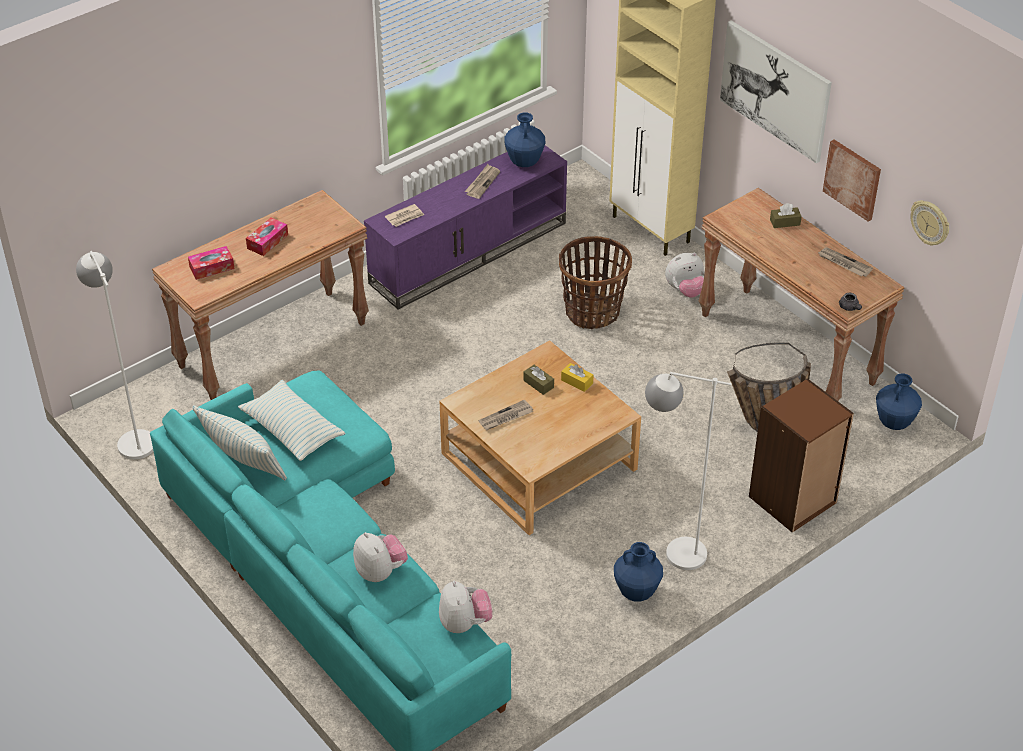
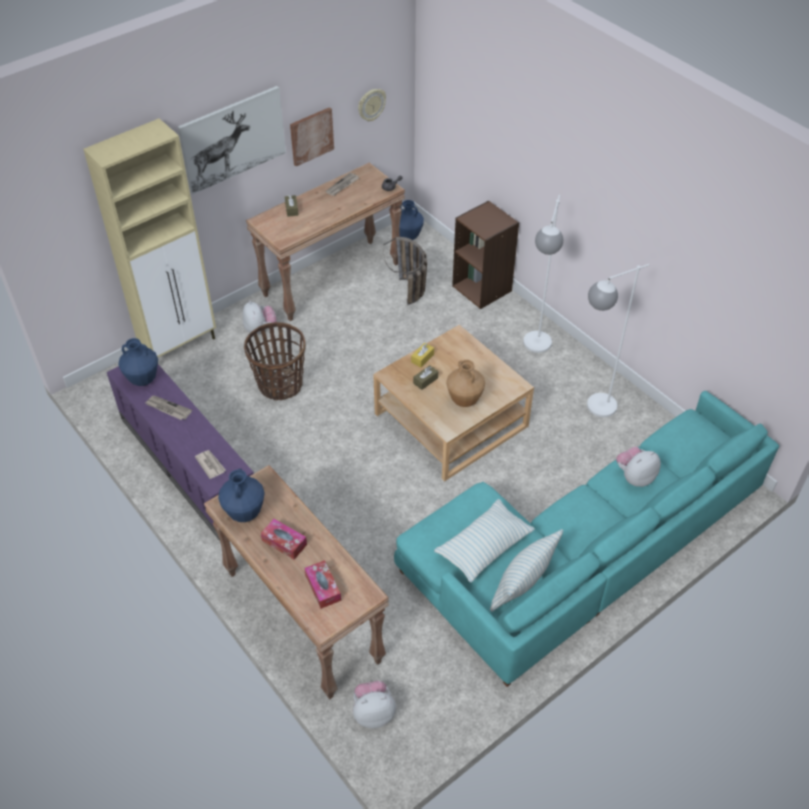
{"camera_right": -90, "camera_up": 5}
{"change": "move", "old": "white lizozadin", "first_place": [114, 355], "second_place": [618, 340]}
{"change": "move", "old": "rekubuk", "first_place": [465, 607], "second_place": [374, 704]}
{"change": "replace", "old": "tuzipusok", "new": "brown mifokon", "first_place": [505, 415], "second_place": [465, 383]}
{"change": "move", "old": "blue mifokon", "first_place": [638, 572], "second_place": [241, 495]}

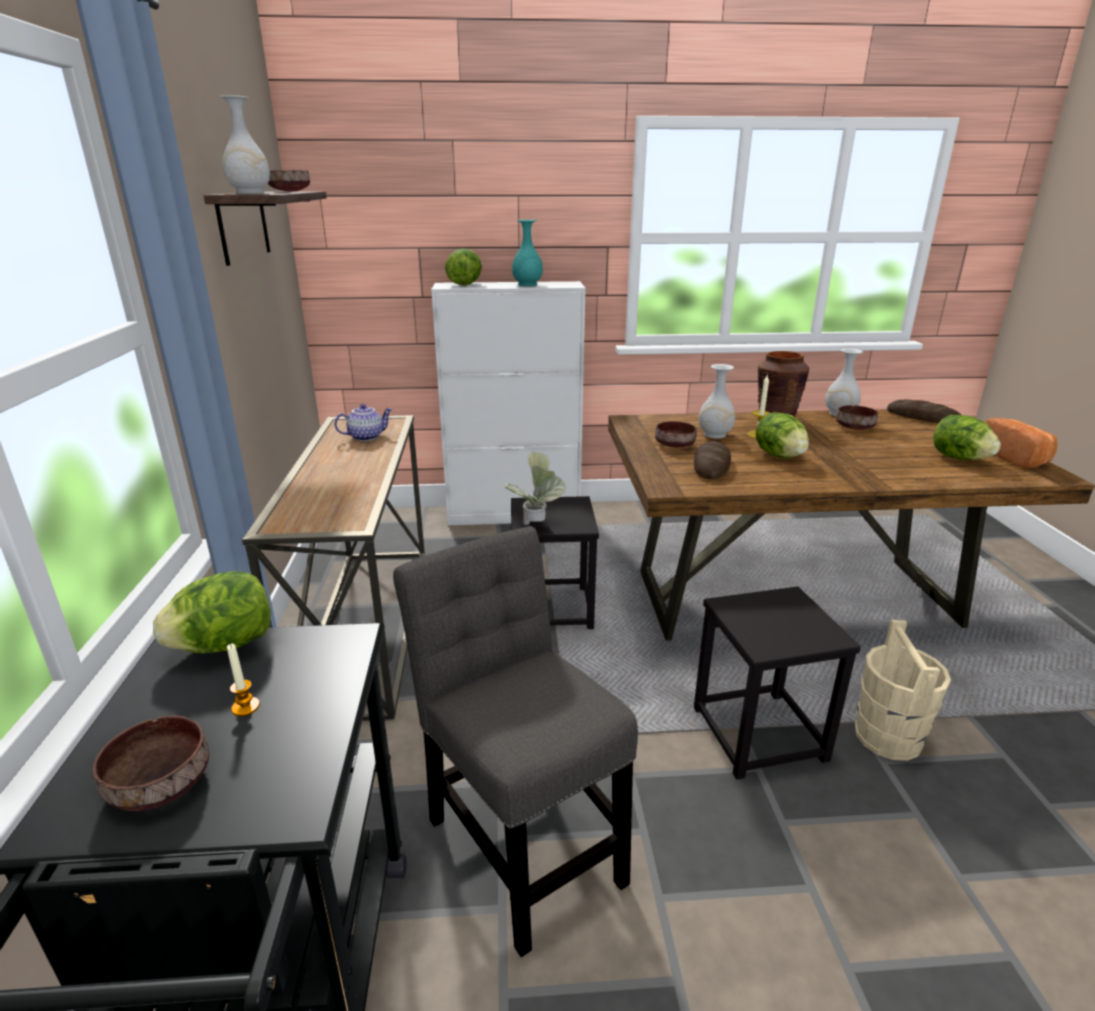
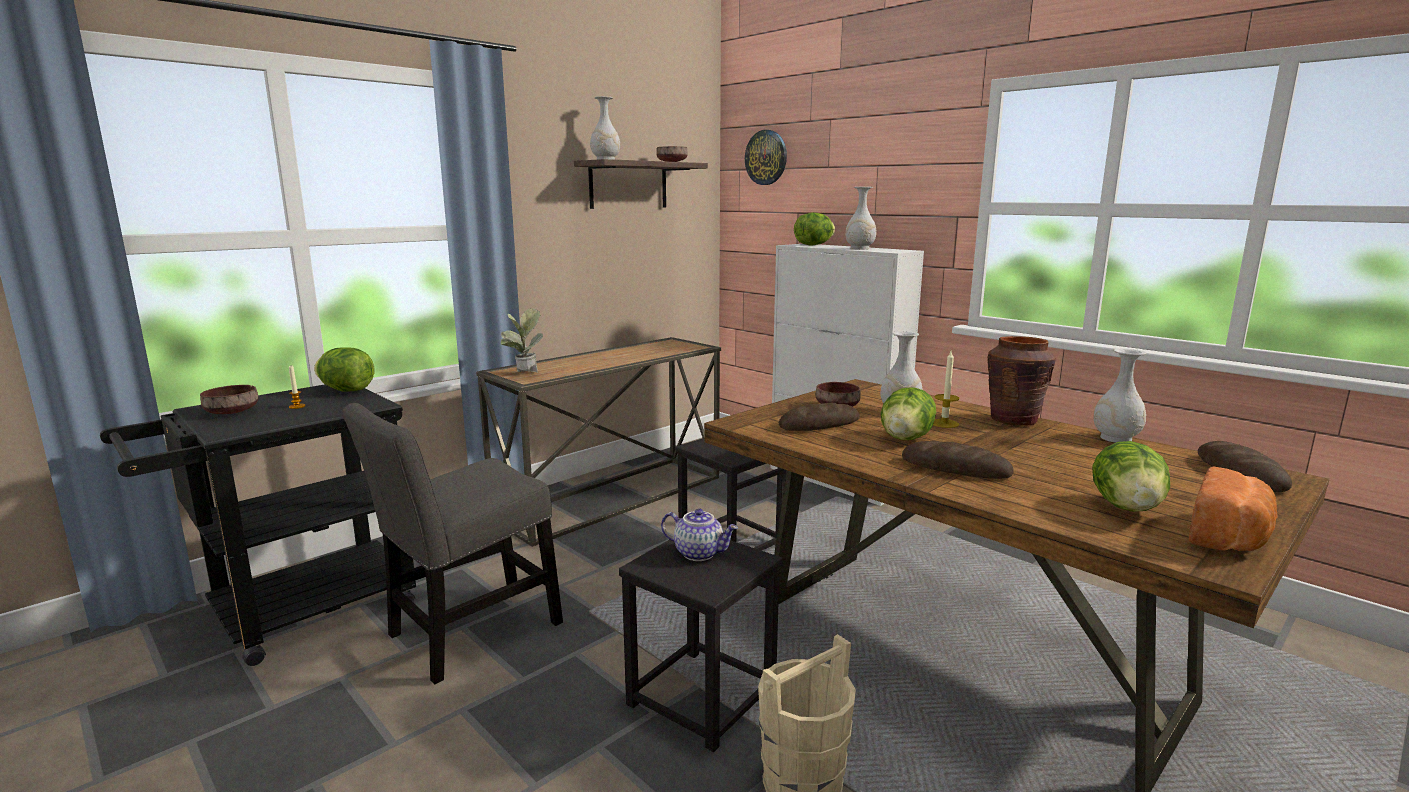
{"camera_right": 50, "camera_up": -10}
{"change": "move", "old": "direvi", "first_place": [363, 422], "second_place": [699, 534]}
{"change": "rotate", "old": "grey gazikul", "first_place": [515, 741], "second_place": [453, 543], "degrees": -150}
{"change": "move", "old": "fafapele", "first_place": [535, 488], "second_place": [522, 340]}
{"change": "recolor", "old": "turquoise mifokon", "new": "white mifokon", "first_place": [527, 253], "second_place": [860, 218]}
{"change": "delete", "old": "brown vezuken", "first_place": [857, 417]}
{"change": "insert", "new": "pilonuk", "second_place": [766, 157]}
{"change": "insert", "new": "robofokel", "second_place": [958, 460]}

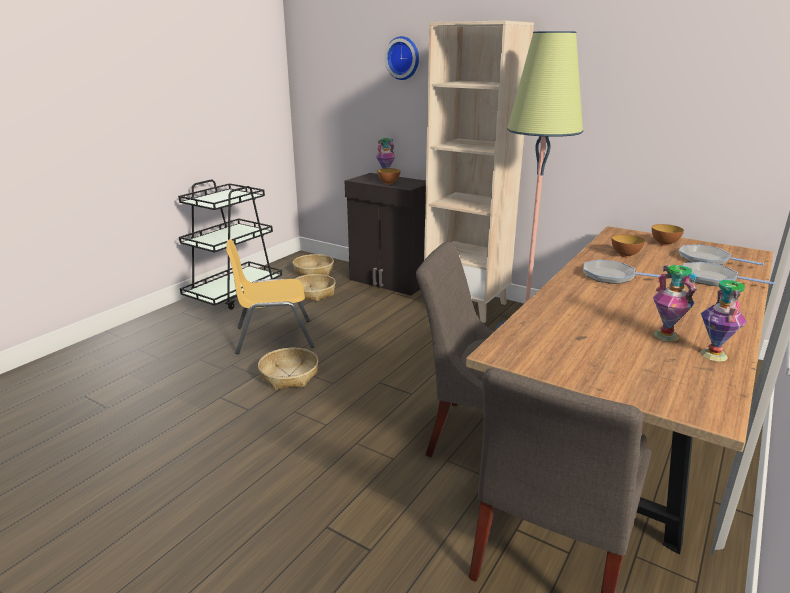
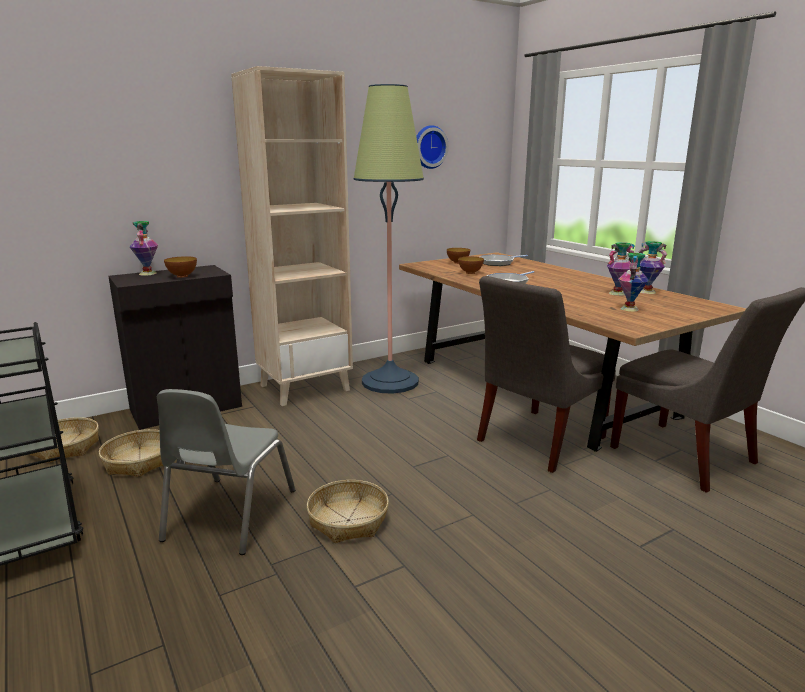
{"camera_right": -65, "camera_up": -5}
{"change": "recolor", "old": "yellow gazikul", "new": "grey gazikul", "first_place": [270, 296], "second_place": [226, 472]}
{"change": "move", "old": "pilonuk", "first_place": [401, 58], "second_place": [432, 147]}
{"change": "delete", "old": "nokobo", "first_place": [729, 274]}
{"change": "insert", "new": "mifokon", "second_place": [633, 282]}

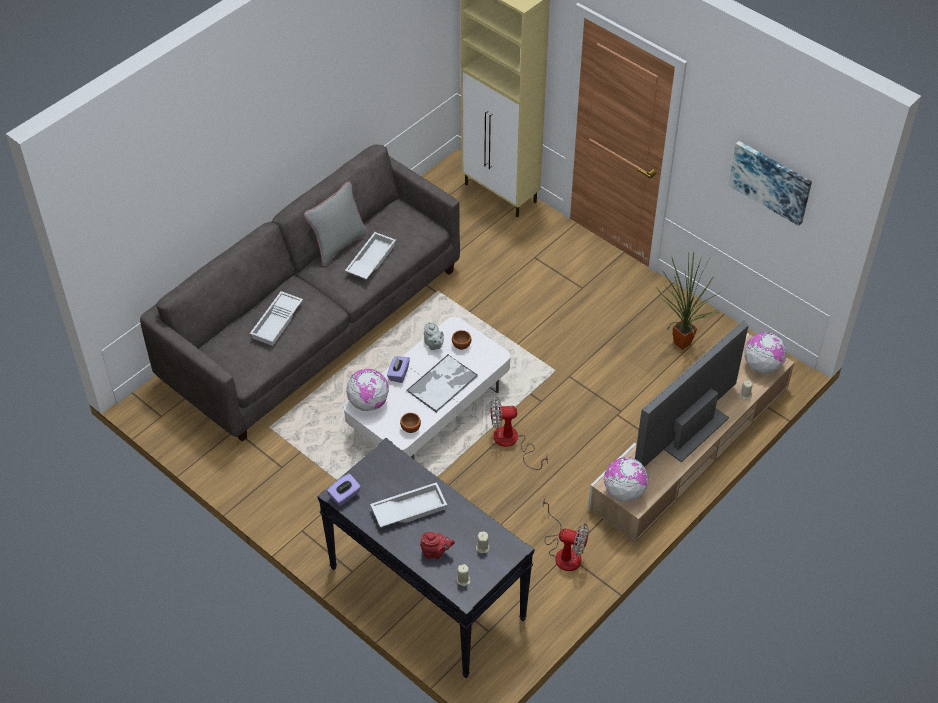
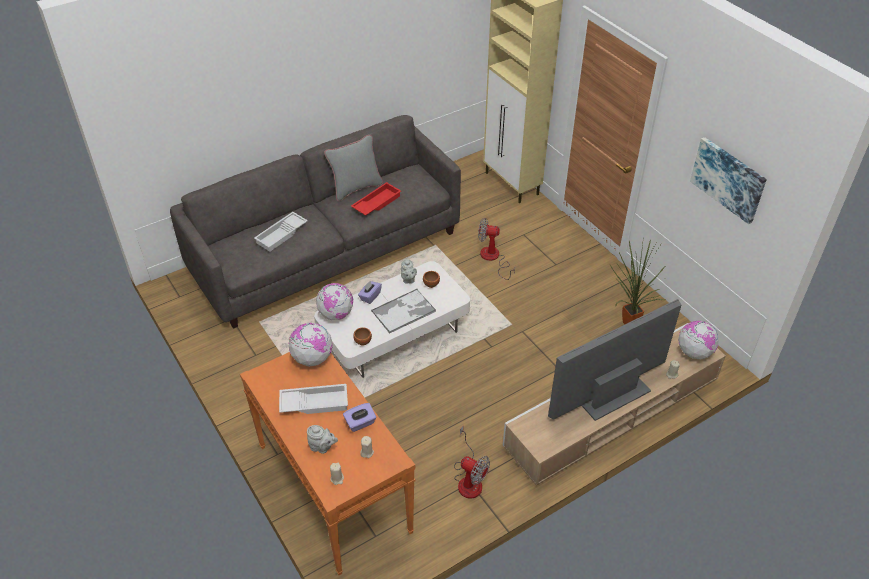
{"camera_right": 15, "camera_up": -5}
{"change": "recolor", "old": "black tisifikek", "new": "orange tisifikek", "first_place": [426, 558], "second_place": [327, 463]}
{"change": "move", "old": "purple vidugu", "first_place": [344, 490], "second_place": [359, 417]}
{"change": "recolor", "old": "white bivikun", "new": "red bivikun", "first_place": [370, 255], "second_place": [376, 199]}
{"change": "recolor", "old": "red direvi", "new": "grey direvi", "first_place": [437, 545], "second_place": [322, 439]}
{"change": "move", "old": "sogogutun", "first_place": [519, 434], "second_place": [496, 249]}
{"change": "move", "old": "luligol", "first_place": [626, 479], "second_place": [310, 345]}

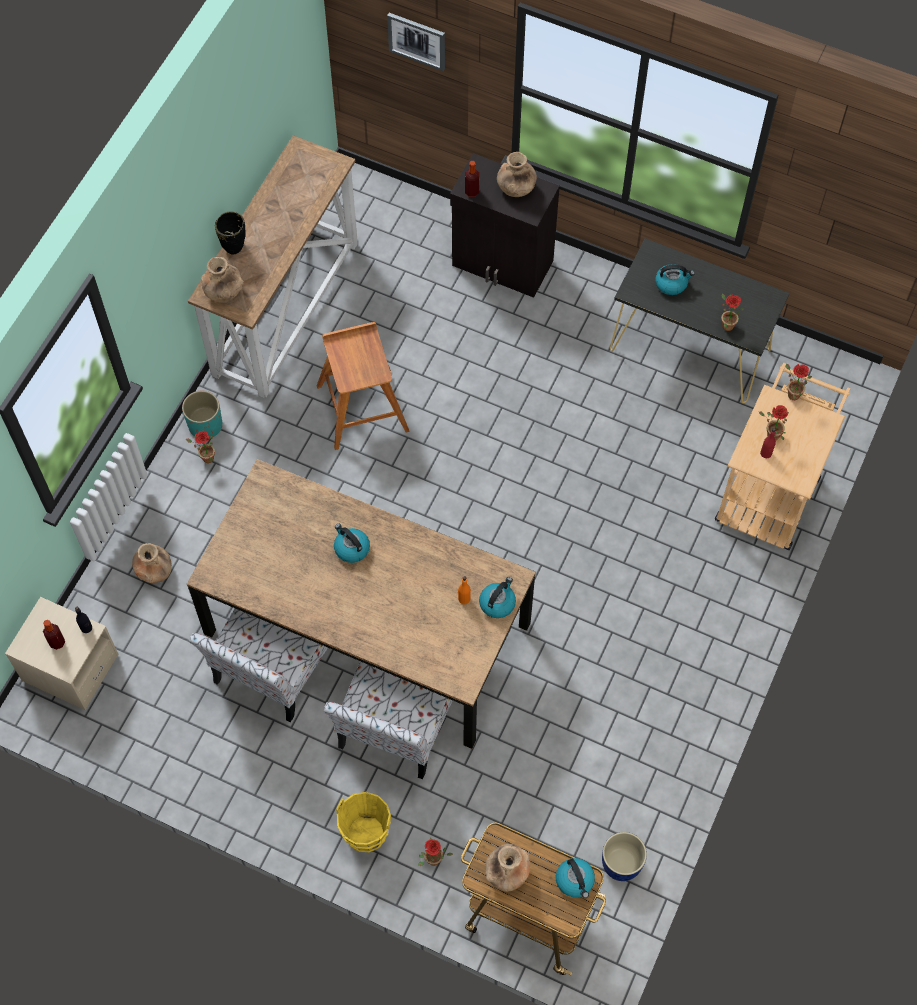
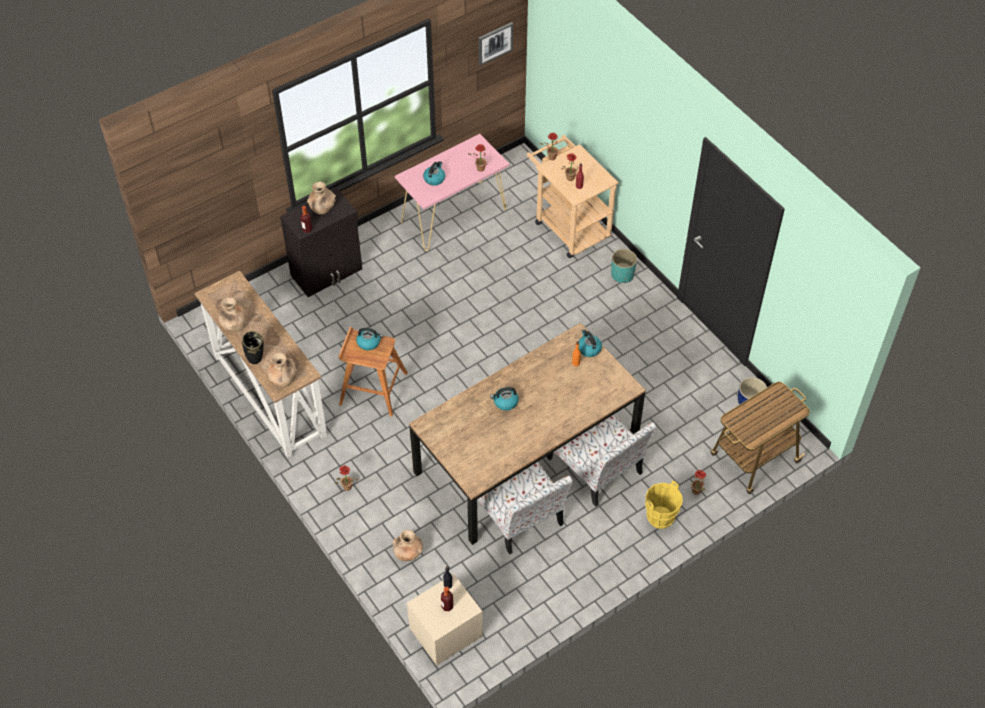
{"camera_right": -60, "camera_up": -10}
{"change": "move", "old": "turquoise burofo", "first_place": [202, 415], "second_place": [624, 266]}
{"change": "move", "old": "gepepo", "first_place": [416, 42], "second_place": [495, 44]}
{"change": "move", "old": "brown mifokon", "first_place": [507, 868], "second_place": [232, 314]}
{"change": "move", "old": "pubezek", "first_place": [575, 878], "second_place": [369, 339]}
{"change": "recolor", "old": "black tisifikek", "new": "pink tisifikek", "first_place": [700, 320], "second_place": [452, 192]}

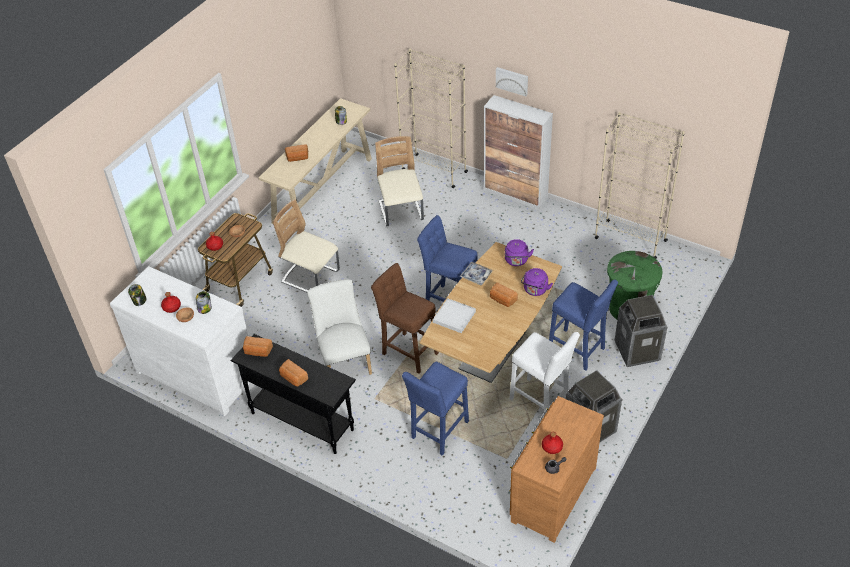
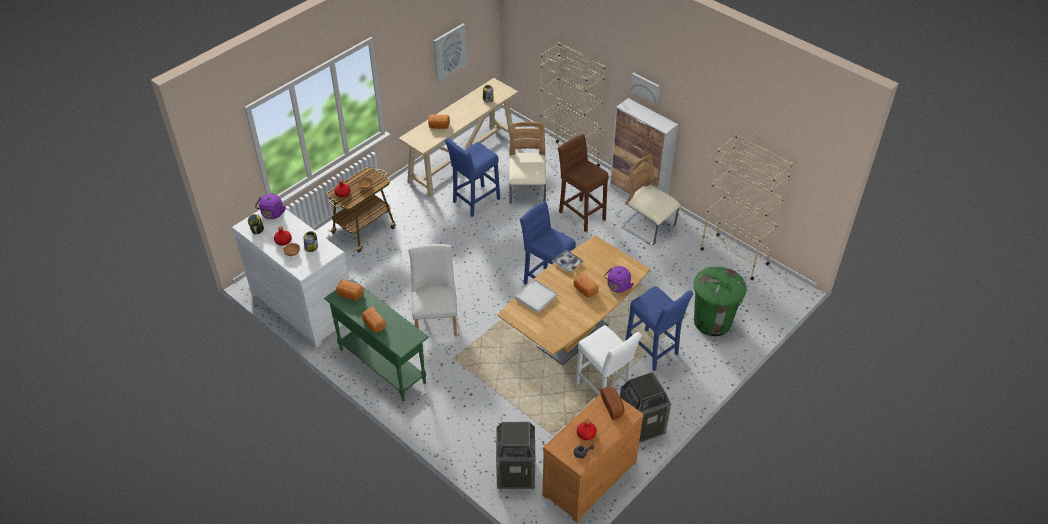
{"camera_right": 10, "camera_up": 0}
{"change": "recolor", "old": "black tisifikek", "new": "green tisifikek", "first_place": [293, 394], "second_place": [376, 340]}
{"change": "move", "old": "beige gazikul", "first_place": [306, 245], "second_place": [650, 199]}
{"change": "move", "old": "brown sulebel", "first_place": [405, 318], "second_place": [583, 183]}
{"change": "move", "old": "blue sulebel", "first_place": [435, 408], "second_place": [472, 177]}
{"change": "move", "old": "purple pubezek", "first_place": [519, 252], "second_place": [270, 206]}
{"change": "move", "old": "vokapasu", "first_place": [641, 331], "second_place": [515, 455]}
{"change": "insert", "new": "gepepo", "second_place": [450, 53]}
{"change": "insert", "new": "robofokel", "second_place": [612, 403]}

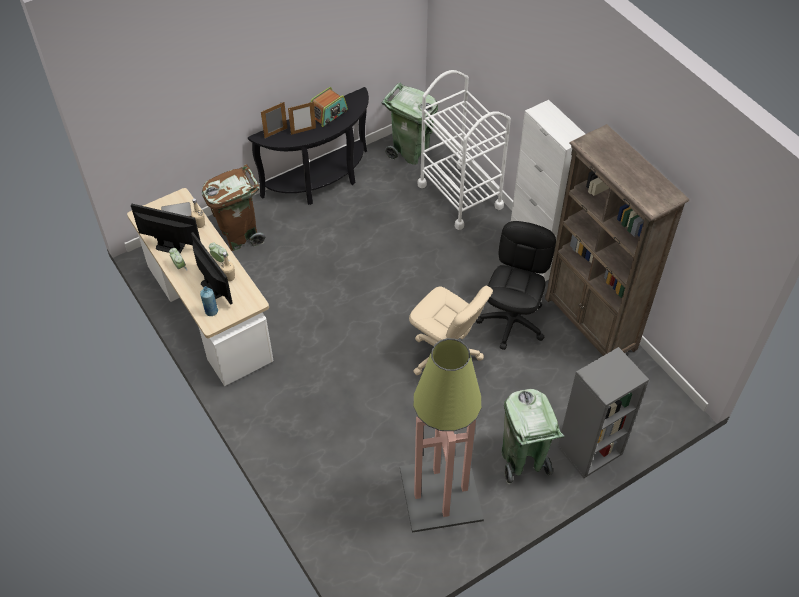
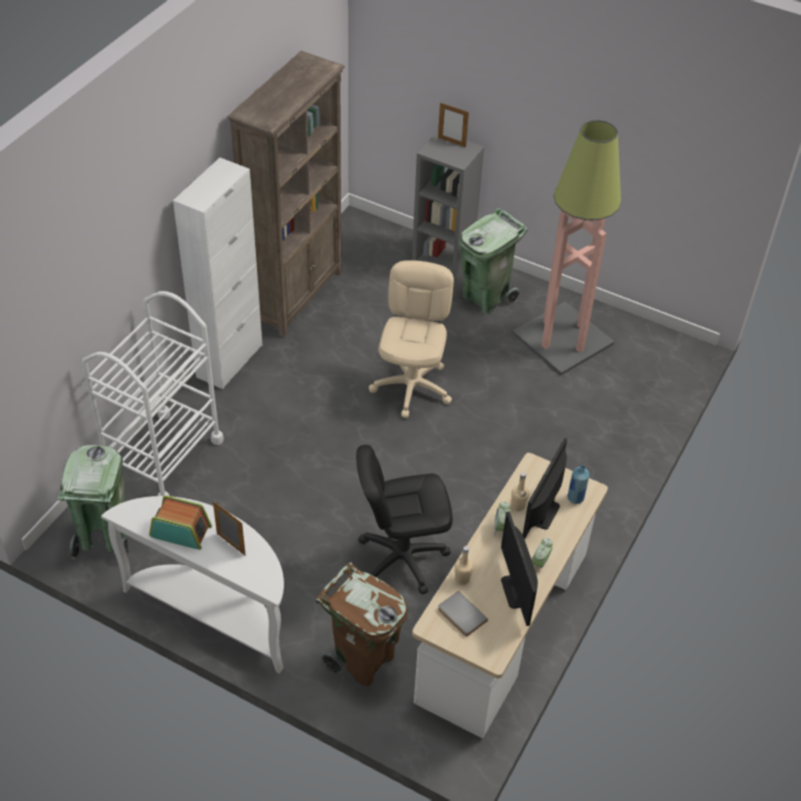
{"camera_right": -120, "camera_up": -5}
{"change": "recolor", "old": "black tisifikek", "new": "white tisifikek", "first_place": [308, 146], "second_place": [192, 585]}
{"change": "move", "old": "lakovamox", "first_place": [274, 120], "second_place": [453, 125]}
{"change": "move", "old": "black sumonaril", "first_place": [516, 285], "second_place": [404, 520]}

